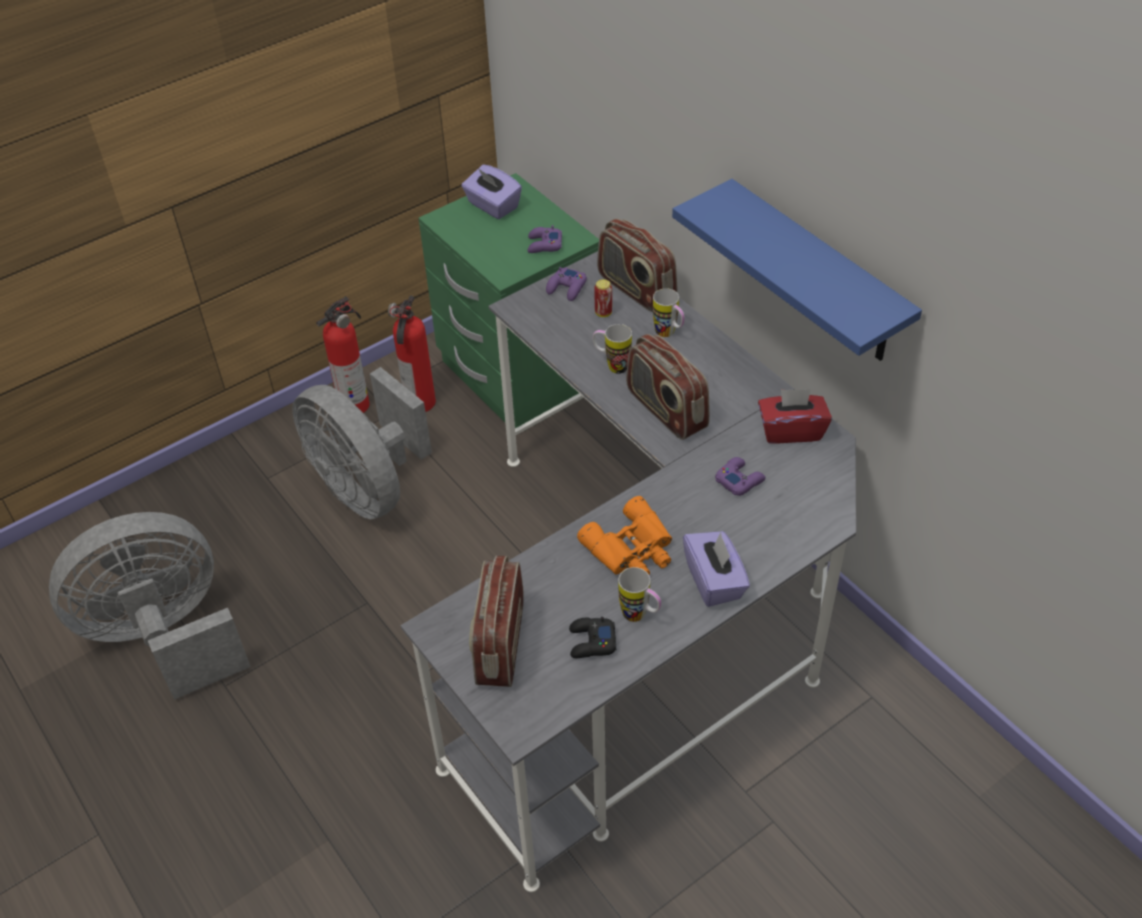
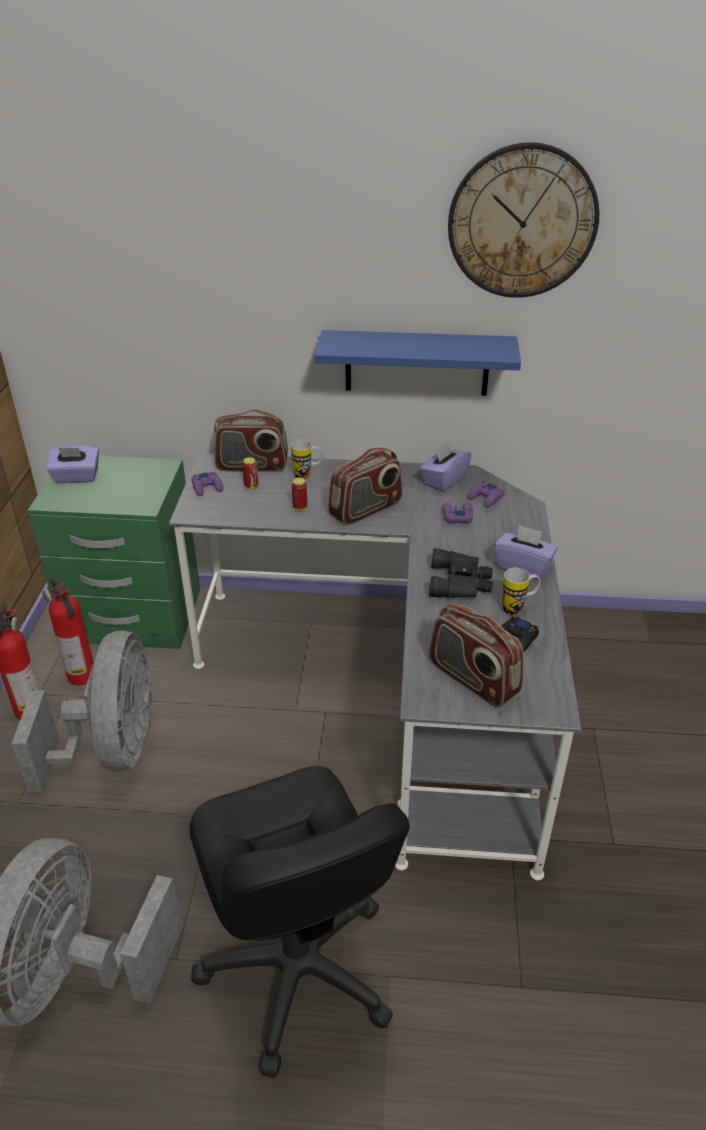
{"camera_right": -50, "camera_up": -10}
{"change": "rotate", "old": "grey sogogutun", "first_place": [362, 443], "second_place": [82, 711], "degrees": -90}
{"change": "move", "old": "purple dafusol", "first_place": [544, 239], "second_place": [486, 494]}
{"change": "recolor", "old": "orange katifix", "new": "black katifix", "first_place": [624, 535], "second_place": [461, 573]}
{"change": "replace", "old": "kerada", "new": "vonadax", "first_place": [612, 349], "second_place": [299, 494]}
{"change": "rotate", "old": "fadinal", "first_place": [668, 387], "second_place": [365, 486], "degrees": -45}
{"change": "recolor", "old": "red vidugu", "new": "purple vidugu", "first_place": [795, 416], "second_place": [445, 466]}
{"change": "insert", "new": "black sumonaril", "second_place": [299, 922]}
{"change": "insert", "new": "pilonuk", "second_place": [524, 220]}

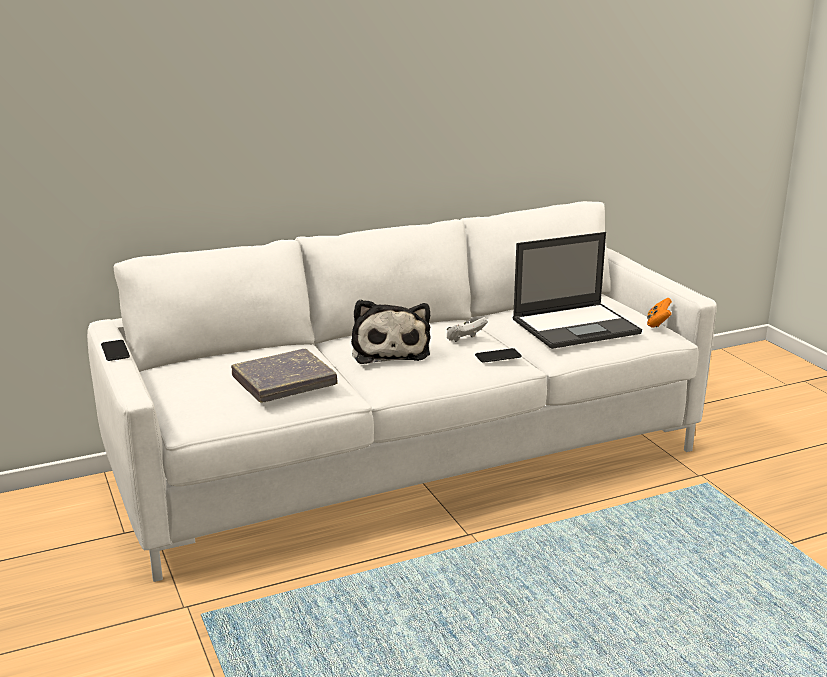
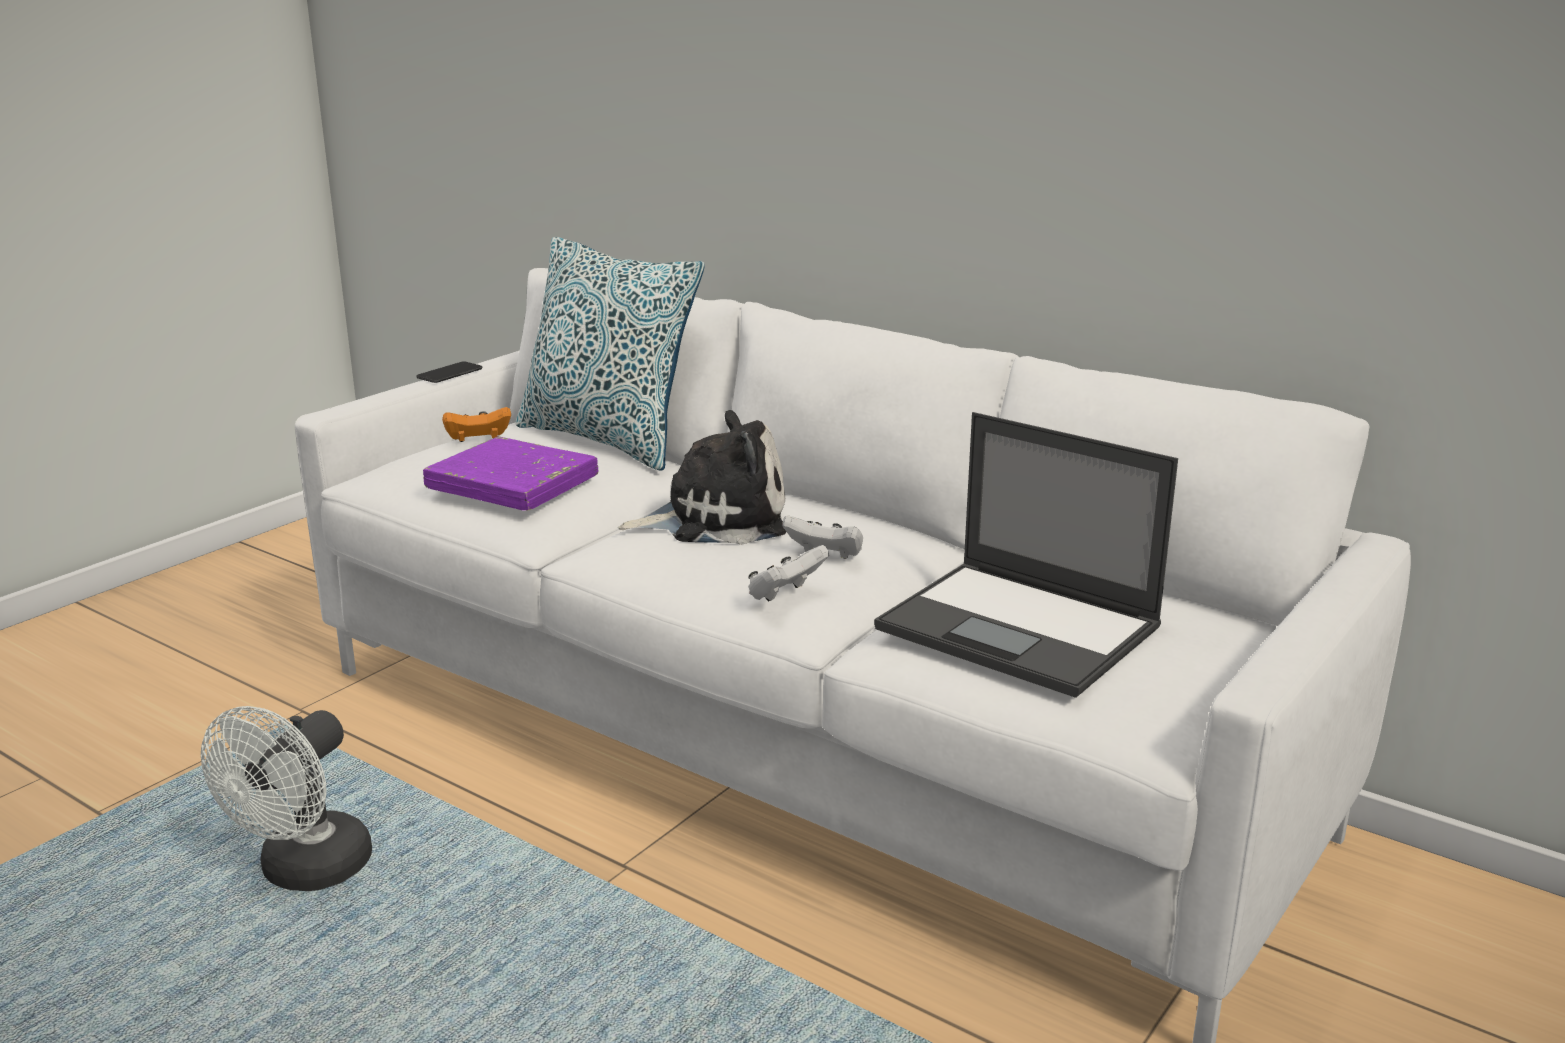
{"camera_right": 60, "camera_up": 0}
{"change": "recolor", "old": "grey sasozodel", "new": "purple sasozodel", "first_place": [284, 376], "second_place": [510, 474]}
{"change": "rotate", "old": "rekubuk", "first_place": [391, 331], "second_place": [702, 477], "degrees": -150}
{"change": "replace", "old": "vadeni", "new": "white dafusol", "first_place": [498, 355], "second_place": [788, 573]}
{"change": "move", "old": "orange dafusol", "first_place": [659, 313], "second_place": [476, 424]}
{"change": "insert", "new": "white sogogutun", "second_place": [286, 798]}
{"change": "insert", "new": "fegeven", "second_place": [610, 353]}

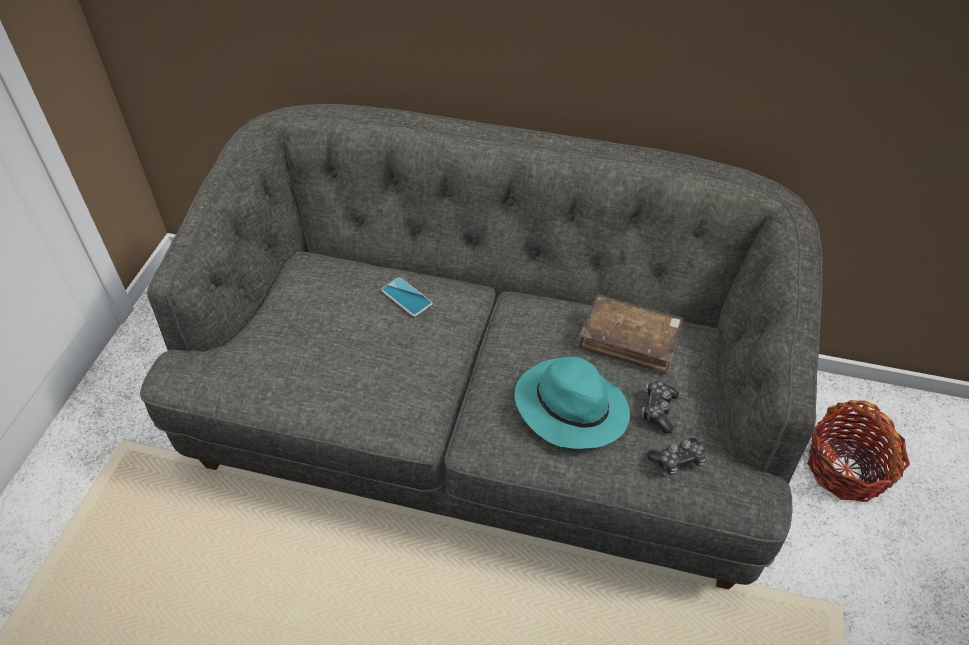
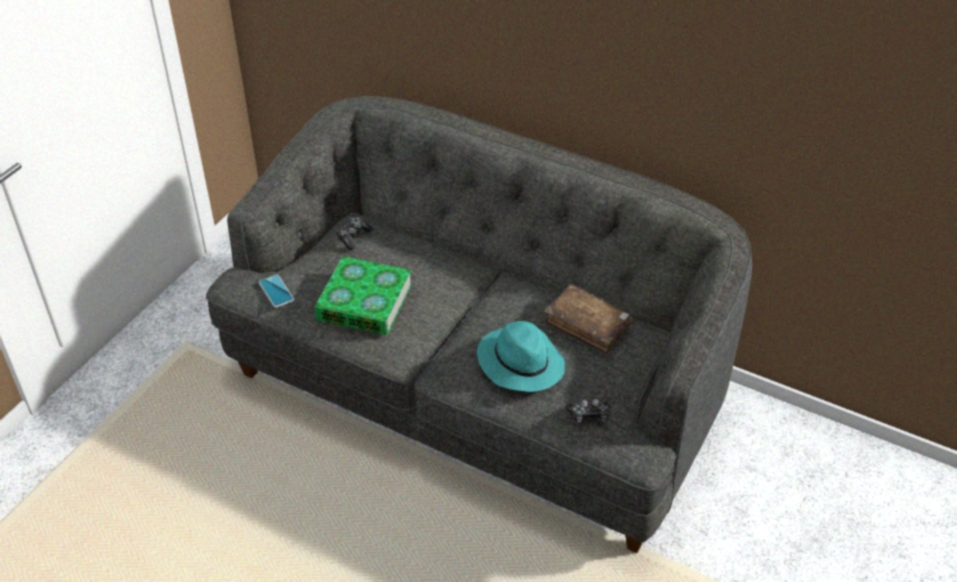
{"camera_right": 15, "camera_up": -5}
{"change": "move", "old": "vadeni", "first_place": [407, 297], "second_place": [276, 291]}
{"change": "move", "old": "dafusol", "first_place": [660, 407], "second_place": [354, 233]}
{"change": "delete", "old": "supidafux", "first_place": [858, 451]}
{"change": "insert", "new": "sasozodel", "second_place": [363, 295]}

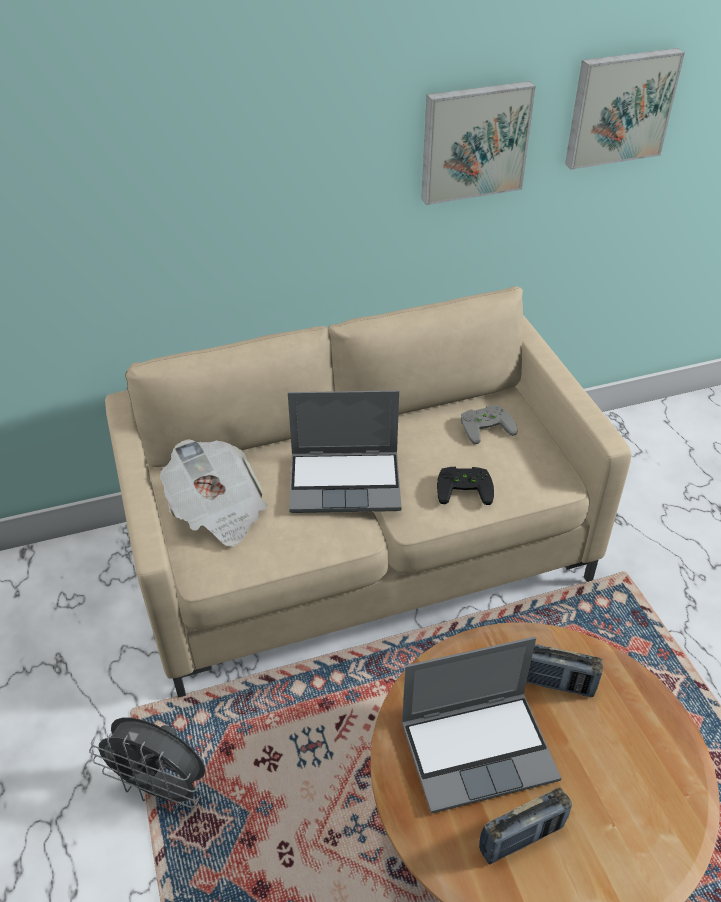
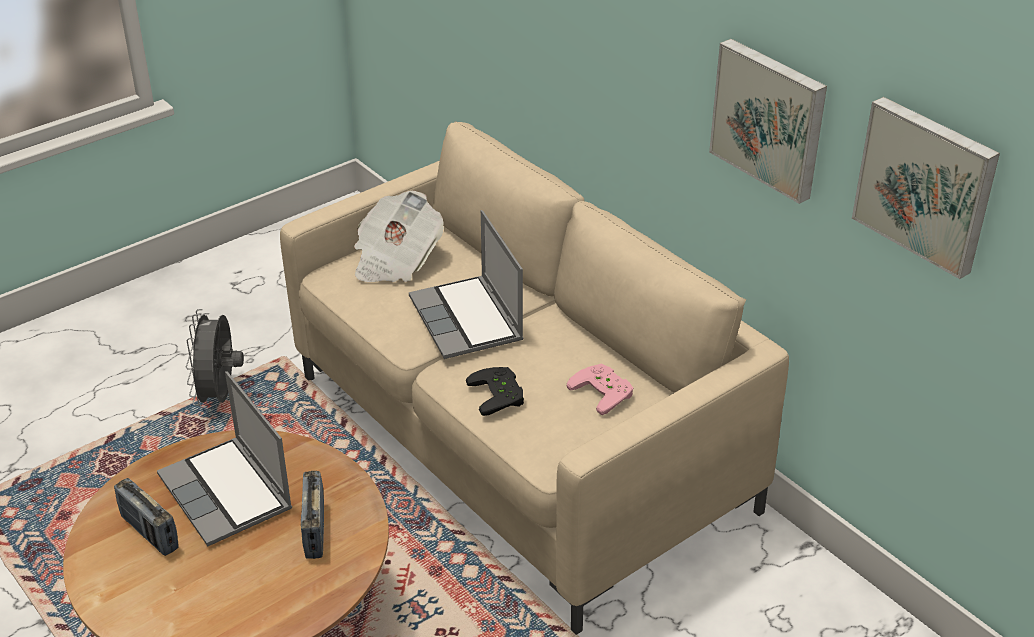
{"camera_right": 70, "camera_up": -5}
{"change": "recolor", "old": "grey dafusol", "new": "pink dafusol", "first_place": [489, 425], "second_place": [599, 389]}

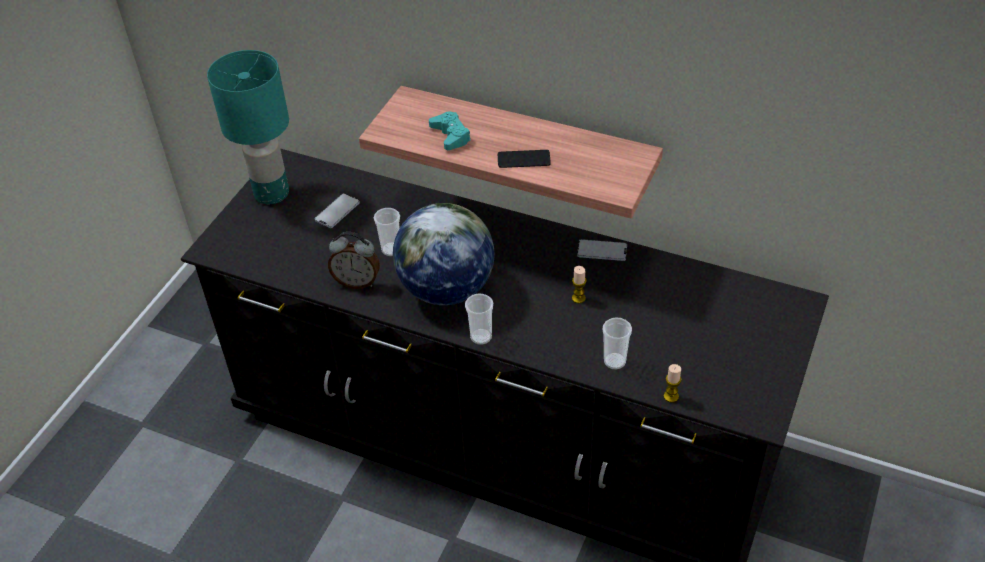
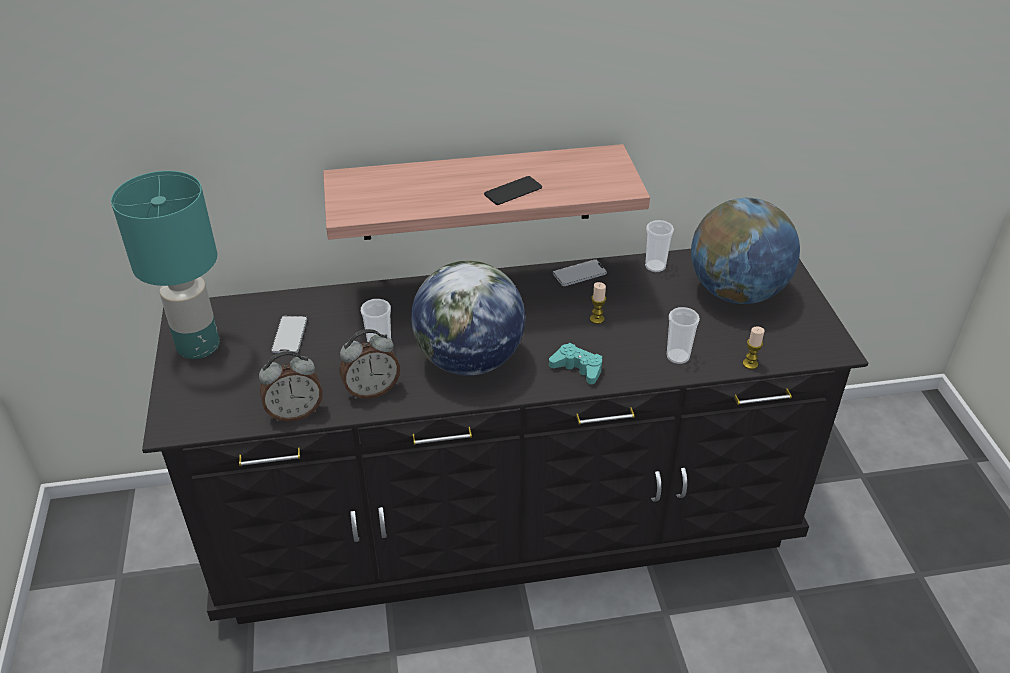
{"camera_right": -35, "camera_up": -5}
{"change": "move", "old": "turquoise dafusol", "first_place": [450, 131], "second_place": [575, 363]}
{"change": "move", "old": "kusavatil", "first_place": [479, 319], "second_place": [659, 246]}
{"change": "insert", "new": "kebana", "second_place": [291, 386]}
{"change": "insert", "new": "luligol", "second_place": [745, 251]}

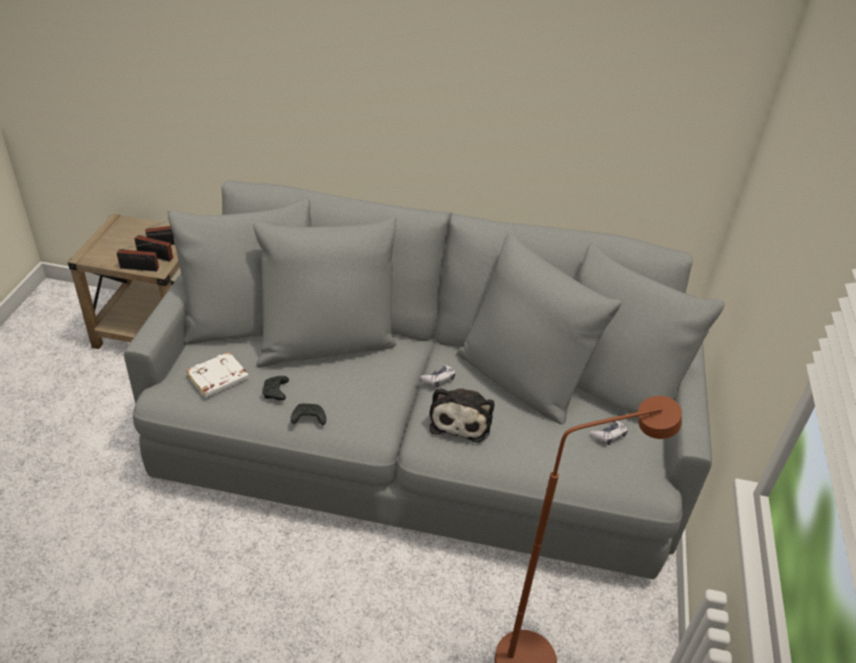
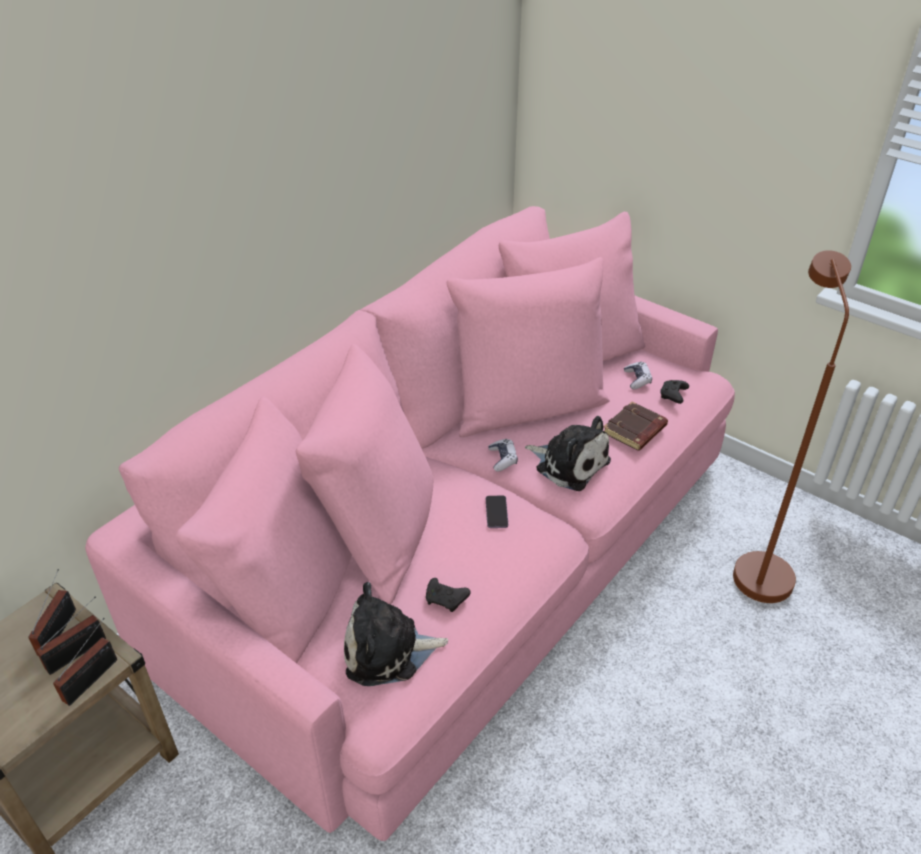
{"camera_right": -60, "camera_up": 0}
{"change": "recolor", "old": "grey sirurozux", "new": "pink sirurozux", "first_place": [424, 379], "second_place": [410, 523]}
{"change": "replace", "old": "white sasozodel", "new": "rekubuk", "first_place": [217, 375], "second_place": [396, 634]}
{"change": "move", "old": "black dafusol", "first_place": [308, 414], "second_place": [674, 392]}
{"change": "insert", "new": "vadeni", "second_place": [497, 512]}
{"change": "insert", "new": "brown sasozodel", "second_place": [635, 426]}

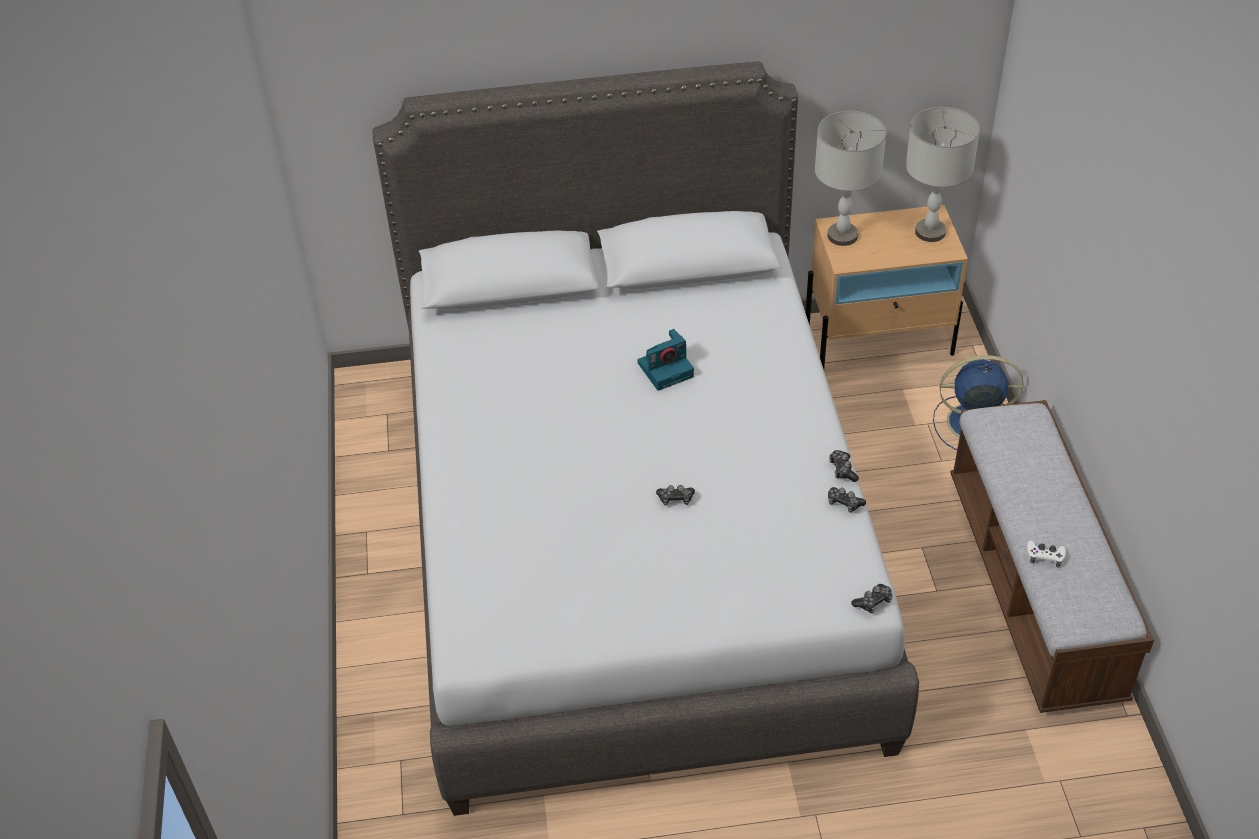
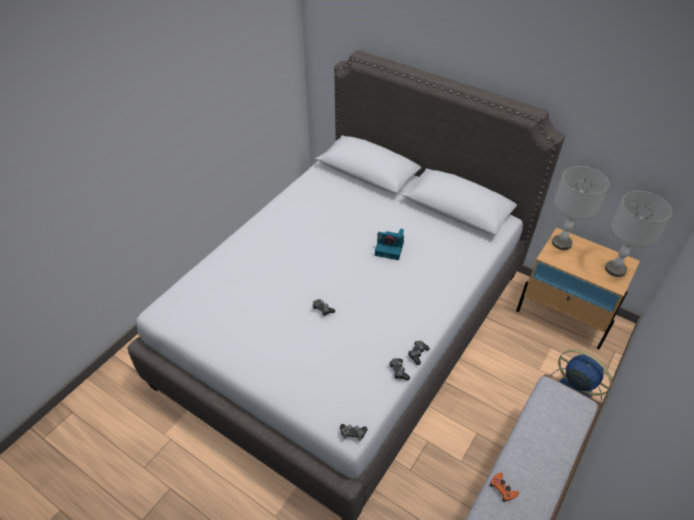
{"camera_right": 40, "camera_up": 0}
{"change": "recolor", "old": "white dafusol", "new": "orange dafusol", "first_place": [1046, 554], "second_place": [504, 487]}

